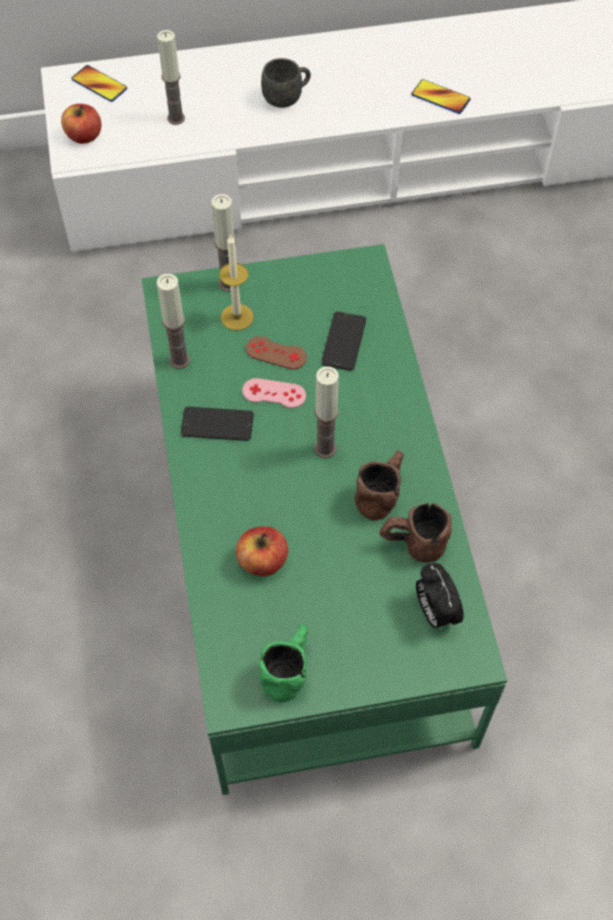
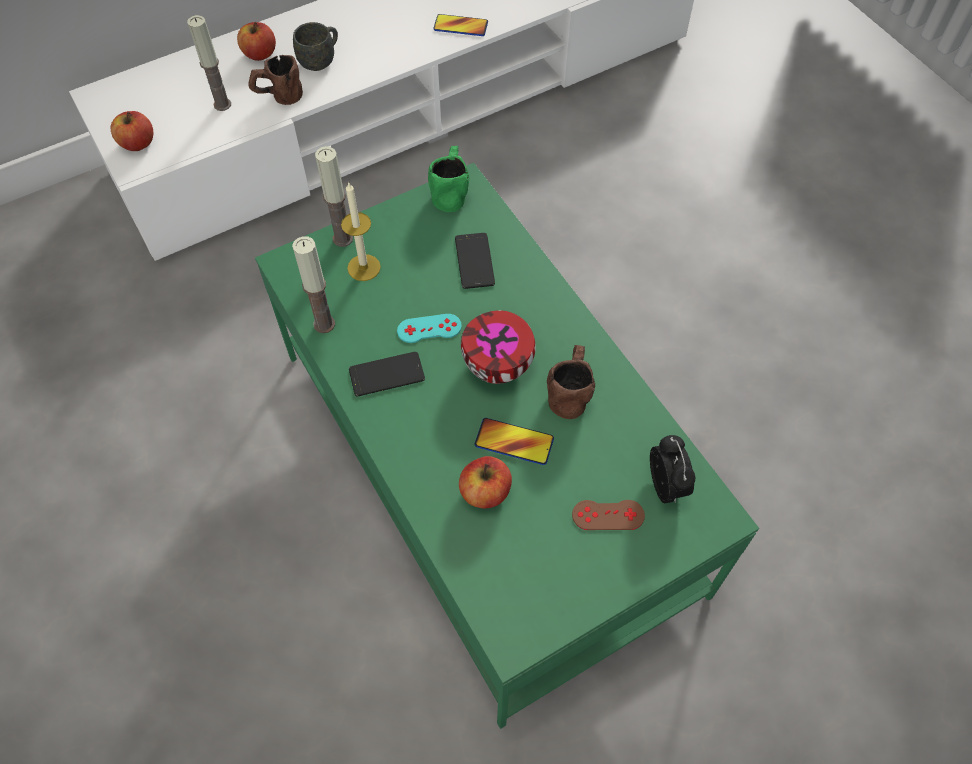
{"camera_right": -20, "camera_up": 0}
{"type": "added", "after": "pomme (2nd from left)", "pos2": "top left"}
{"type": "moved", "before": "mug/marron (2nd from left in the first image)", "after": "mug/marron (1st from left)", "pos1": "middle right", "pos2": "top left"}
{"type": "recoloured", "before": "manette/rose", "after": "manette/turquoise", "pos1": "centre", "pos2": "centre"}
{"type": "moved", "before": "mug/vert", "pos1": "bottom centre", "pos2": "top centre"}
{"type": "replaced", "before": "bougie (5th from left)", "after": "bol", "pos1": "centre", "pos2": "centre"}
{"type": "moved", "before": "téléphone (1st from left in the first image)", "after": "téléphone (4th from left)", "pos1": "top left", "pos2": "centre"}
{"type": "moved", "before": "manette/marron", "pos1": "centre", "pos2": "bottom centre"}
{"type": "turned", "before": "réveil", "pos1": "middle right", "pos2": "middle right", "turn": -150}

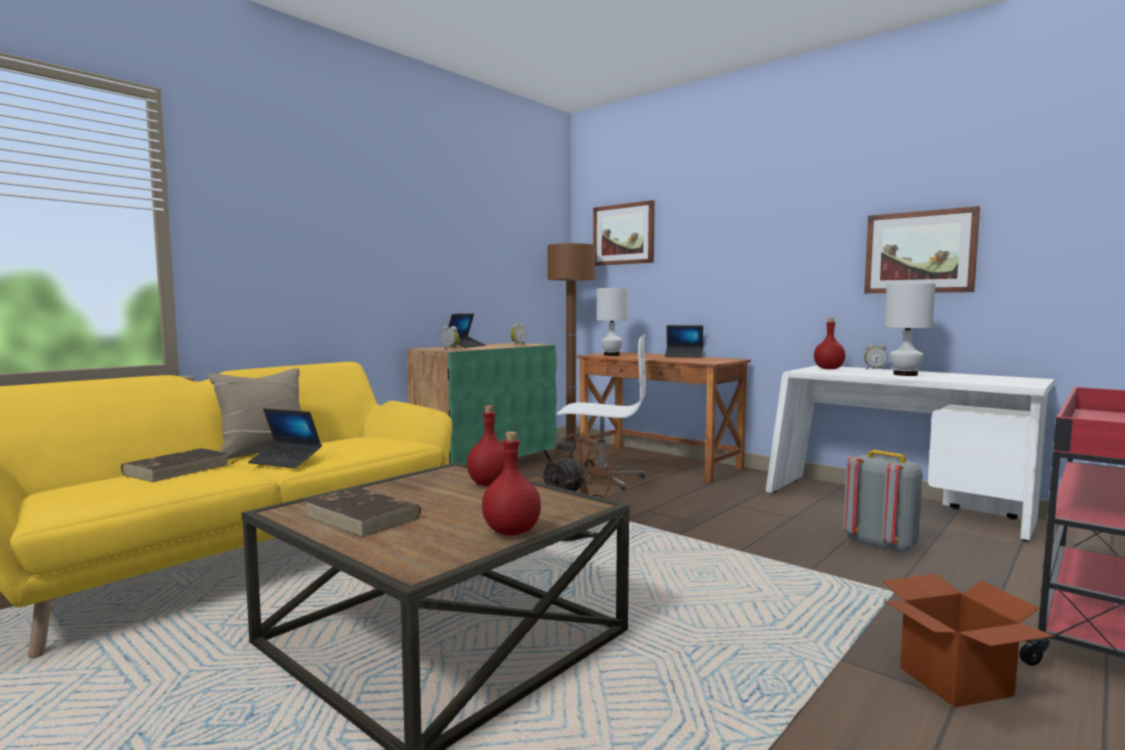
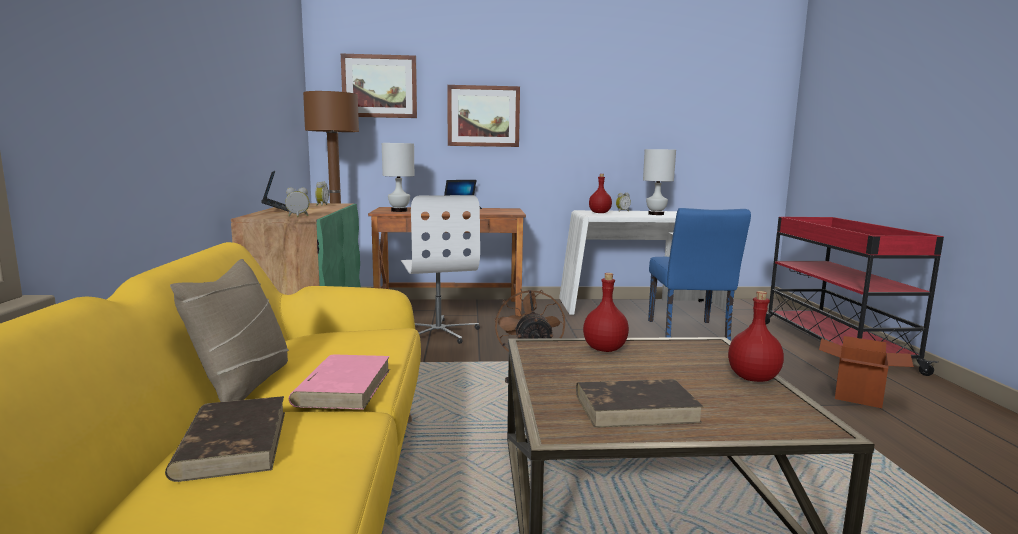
{"camera_right": -45, "camera_up": 5}
{"type": "replaced", "before": "ordinateur portable (1st from left)", "after": "livre/rose", "pos1": "middle left", "pos2": "bottom left"}
{"type": "turned", "before": "chaise de bureau/blanc", "pos1": "centre", "pos2": "centre", "turn": 105}
{"type": "moved", "before": "tableau (2nd from left)", "pos1": "middle right", "pos2": "top centre"}
{"type": "replaced", "before": "sac à dos/gris", "after": "chaise/bleu", "pos1": "bottom right", "pos2": "middle right"}

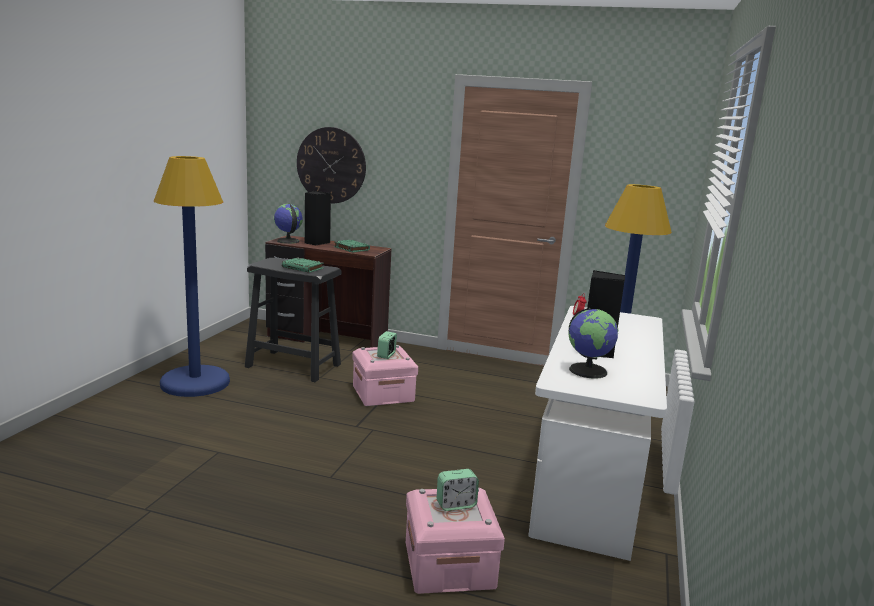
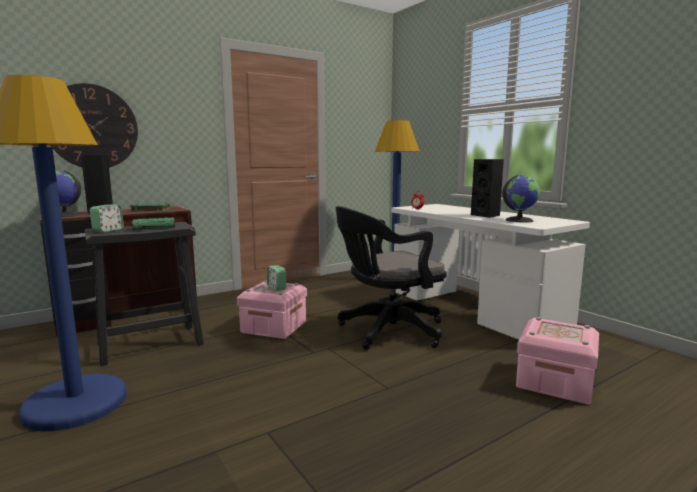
{"camera_right": -50, "camera_up": -5}
{"type": "moved", "before": "réveil (2nd from left in the first image)", "after": "réveil (1st from left)", "pos1": "bottom centre", "pos2": "middle left"}
{"type": "added", "after": "chaise de bureau/noir", "pos2": "centre"}

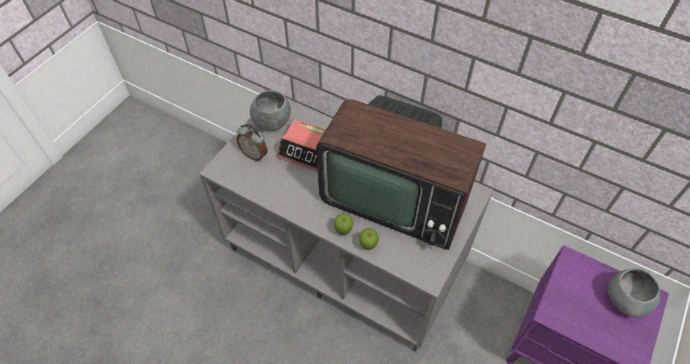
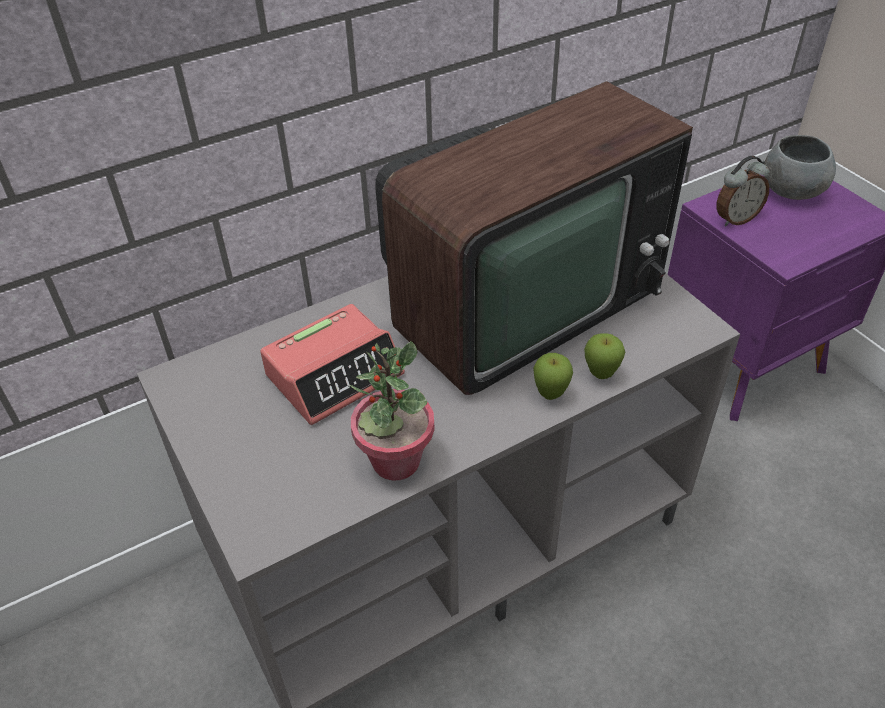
{"camera_right": -60, "camera_up": -10}
{"type": "added", "after": "plante en pot", "pos2": "centre"}
{"type": "moved", "before": "réveil (1st from left in the first image)", "after": "réveil (2nd from left)", "pos1": "centre", "pos2": "top right"}
{"type": "removed", "before": "bol/gris (1st from left)", "pos1": "top centre"}

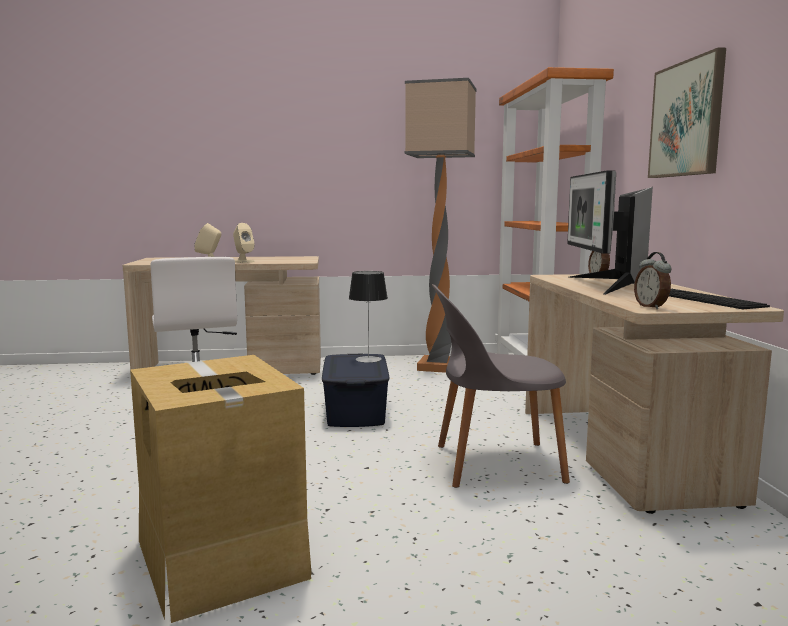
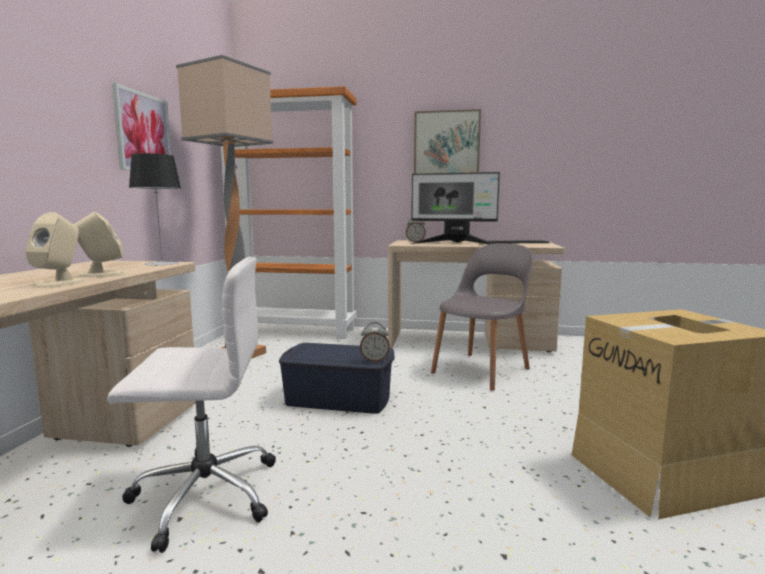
{"camera_right": -75, "camera_up": 0}
{"type": "added", "after": "tableau (1st from left)", "pos2": "top left"}
{"type": "moved", "before": "lampe de table", "pos1": "centre", "pos2": "middle left"}
{"type": "moved", "before": "réveil (2nd from left in the first image)", "after": "réveil (1st from left)", "pos1": "middle right", "pos2": "centre"}
{"type": "turned", "before": "chaise/gris", "pos1": "centre", "pos2": "centre", "turn": -150}

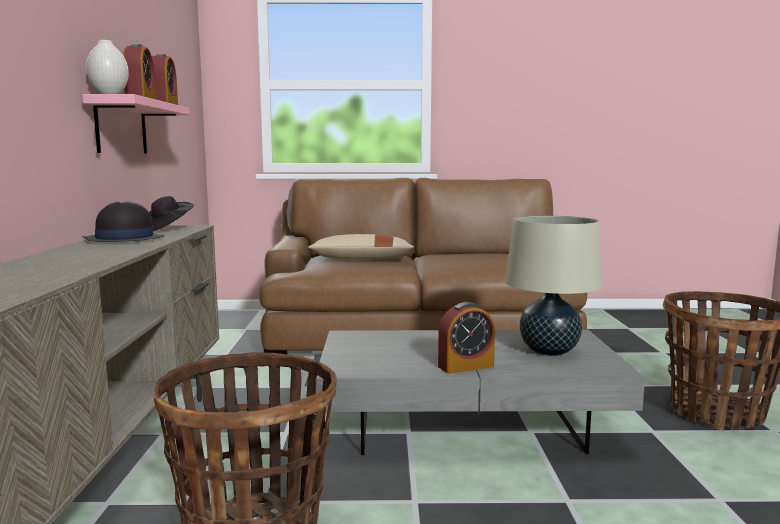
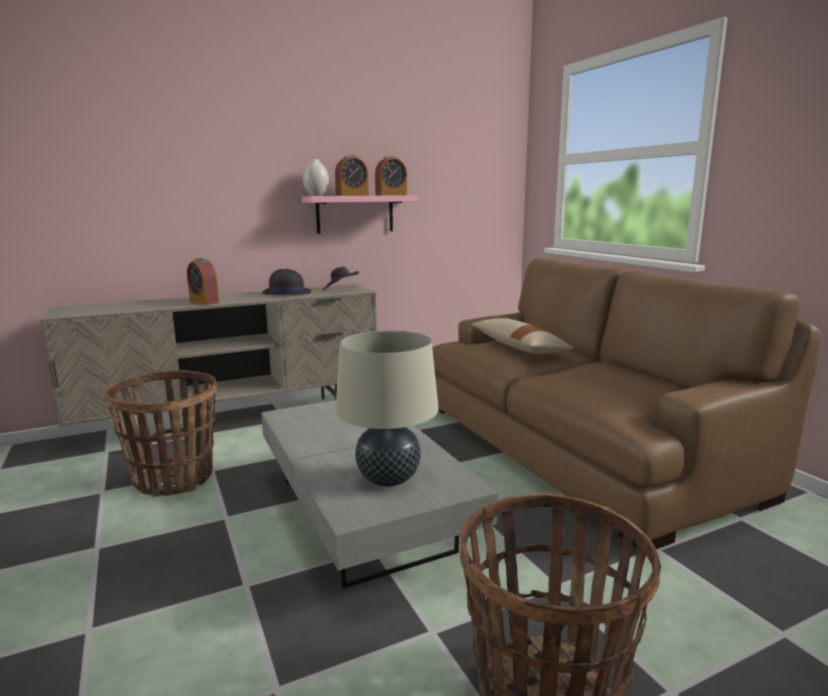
{"camera_right": 65, "camera_up": 5}
{"type": "moved", "before": "réveil (3rd from left in the first image)", "after": "réveil (1st from left)", "pos1": "centre", "pos2": "middle left"}

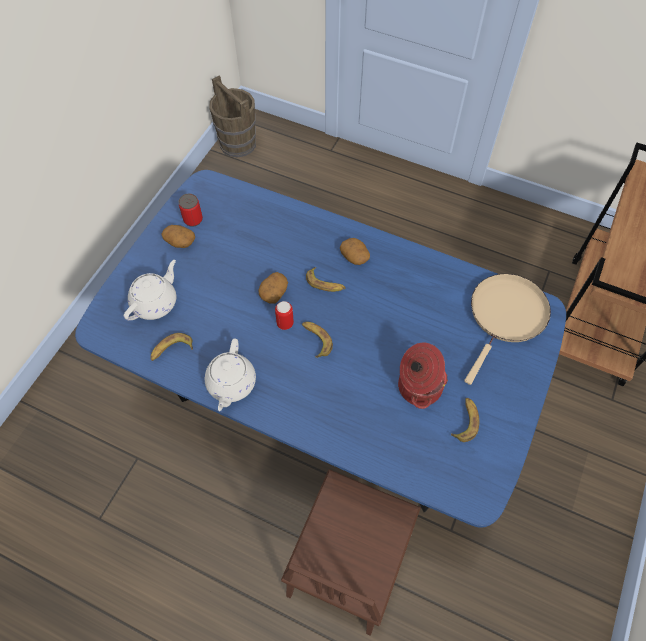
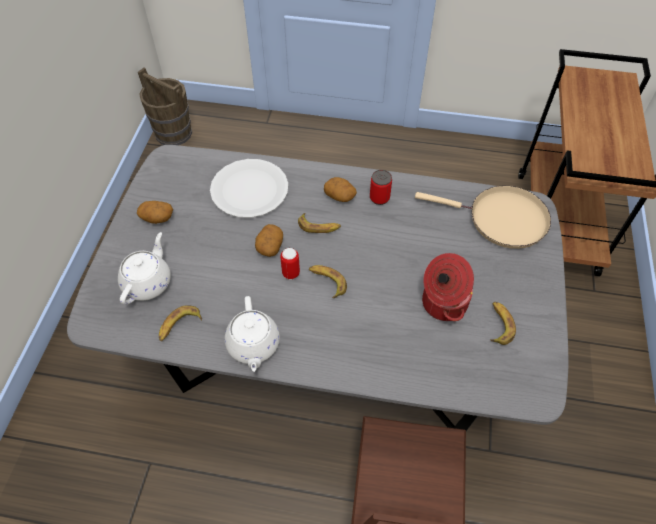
{"camera_right": -15, "camera_up": -5}
{"type": "recoloured", "before": "table à manger/bleu", "after": "table à manger/gris", "pos1": "centre", "pos2": "centre"}
{"type": "added", "after": "assiette/blanc", "pos2": "centre"}
{"type": "moved", "before": "boîte métallique (1st from left in the first image)", "after": "boîte métallique (2nd from left)", "pos1": "top left", "pos2": "centre"}
{"type": "turned", "before": "poêle/beige", "pos1": "middle right", "pos2": "middle right", "turn": 90}

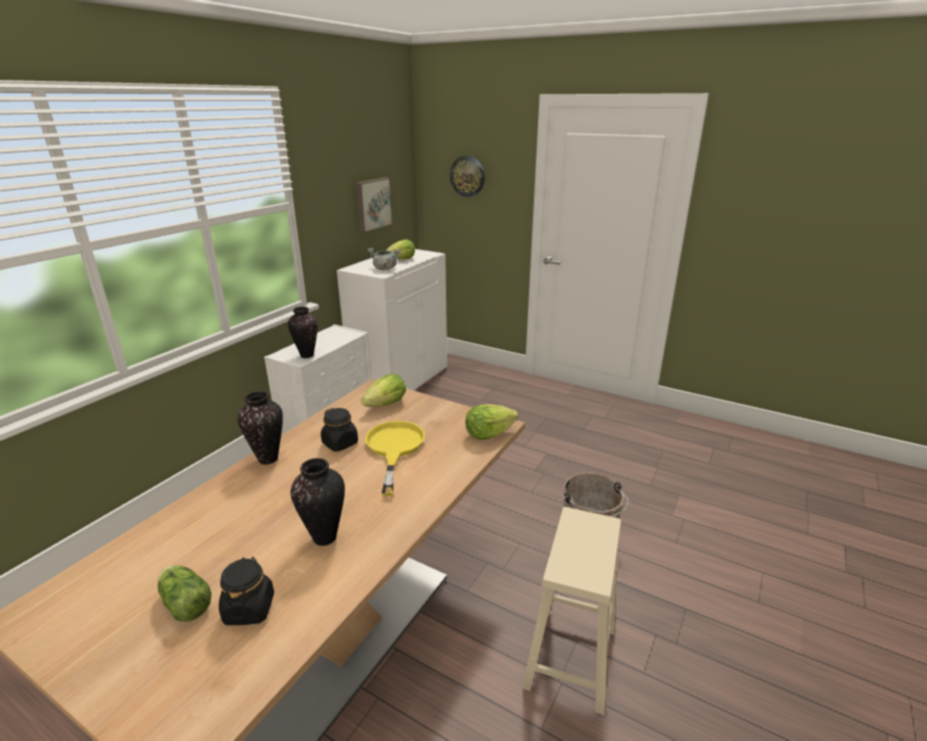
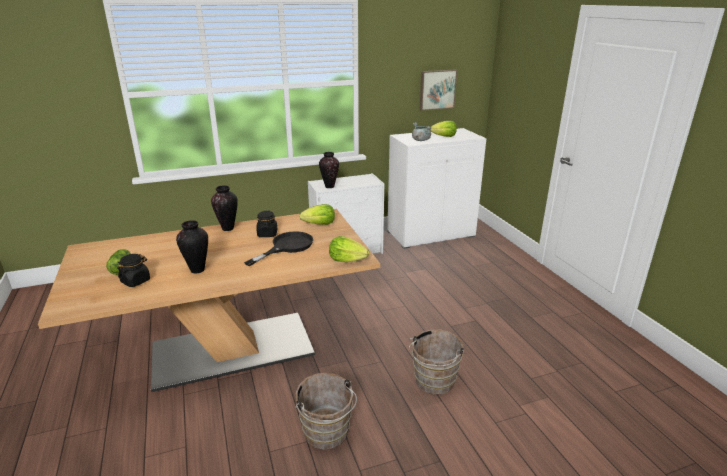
{"camera_right": 40, "camera_up": 0}
{"type": "recoloured", "before": "poêle/jaune", "after": "poêle/noir", "pos1": "centre", "pos2": "centre"}
{"type": "replaced", "before": "tabouret/beige", "after": "seau/marron (1st from left)", "pos1": "bottom centre", "pos2": "bottom centre"}
{"type": "removed", "before": "horloge murale", "pos1": "top centre"}

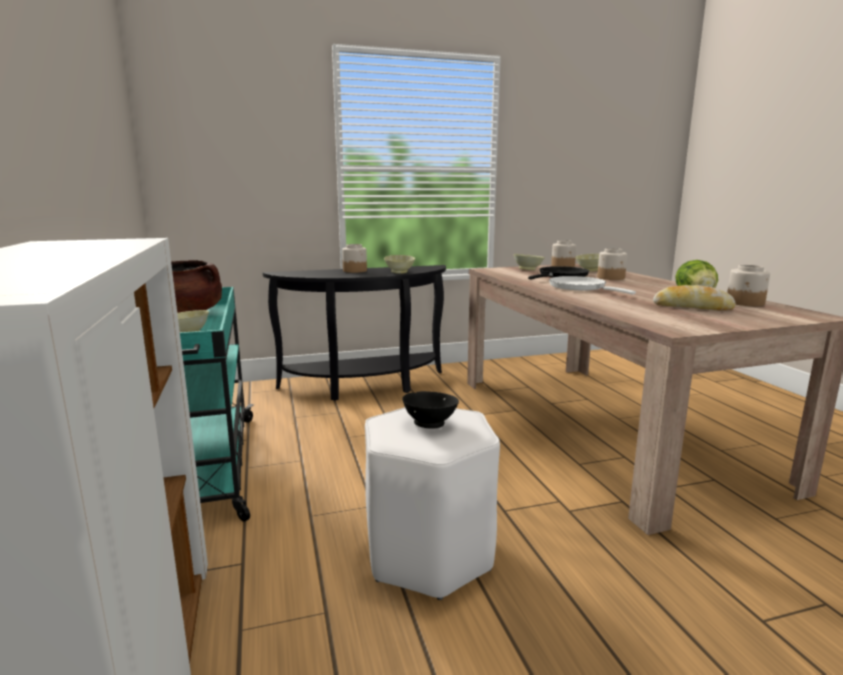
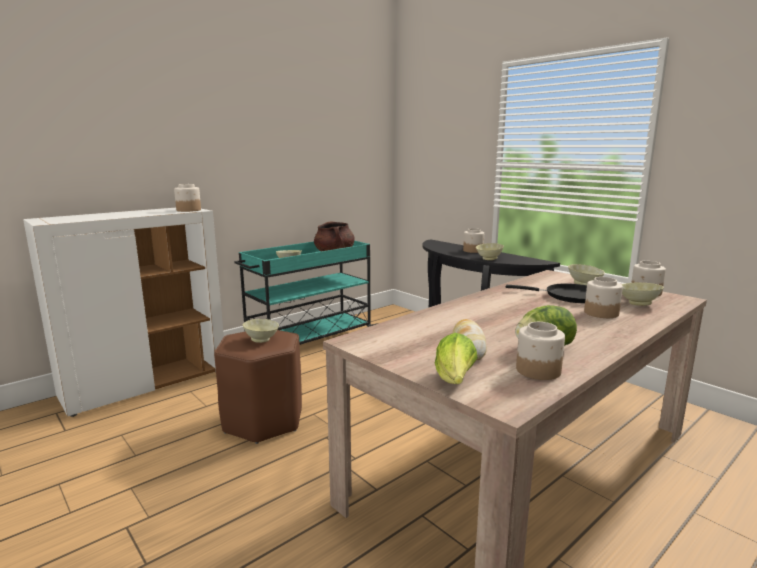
{"camera_right": 65, "camera_up": 0}
{"type": "added", "after": "bocal (1st from left)", "pos2": "middle left"}
{"type": "recoloured", "before": "tabouret/blanc", "after": "tabouret/marron", "pos1": "bottom centre", "pos2": "bottom centre"}
{"type": "recoloured", "before": "bol/noir", "after": "bol/beige (1st from left)", "pos1": "centre", "pos2": "centre"}
{"type": "added", "after": "laitue (1st from left)", "pos2": "centre"}
{"type": "removed", "before": "poêle/blanc", "pos1": "middle right"}

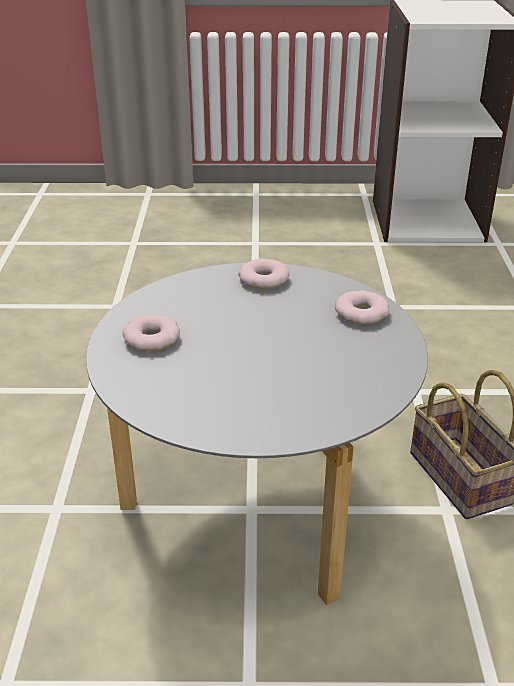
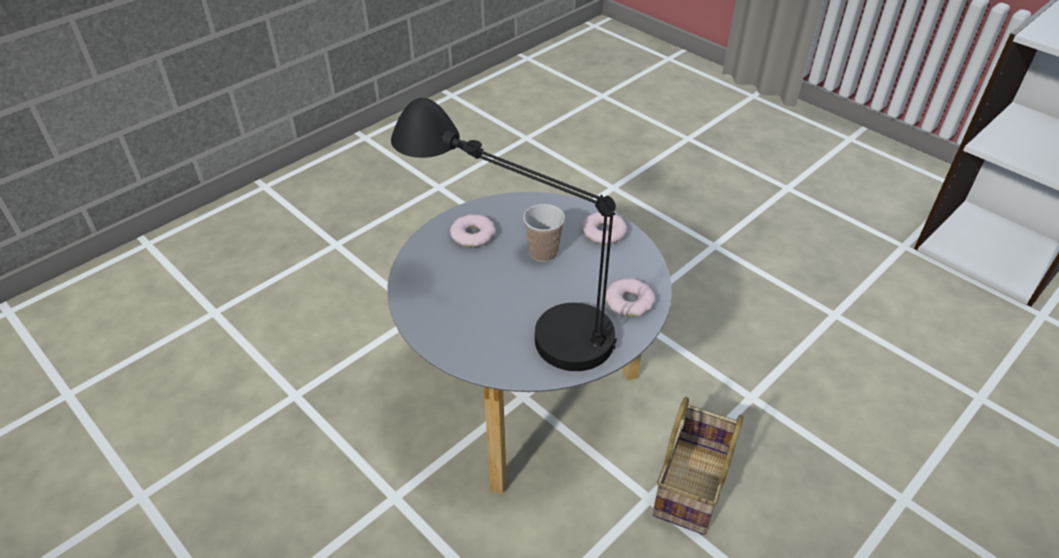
{"camera_right": 45, "camera_up": 10}
{"type": "added", "after": "lampe de table/noir", "pos2": "centre"}
{"type": "added", "after": "tasse", "pos2": "centre"}

